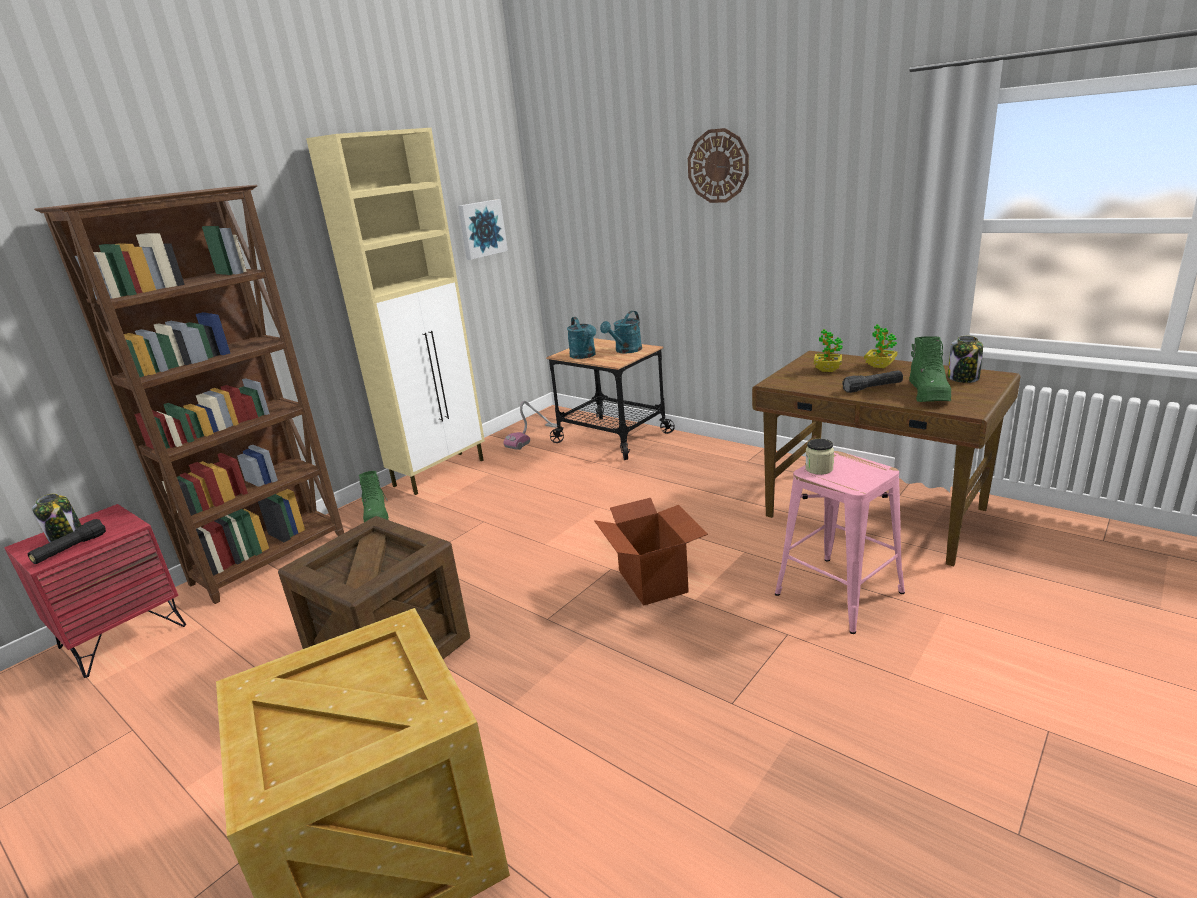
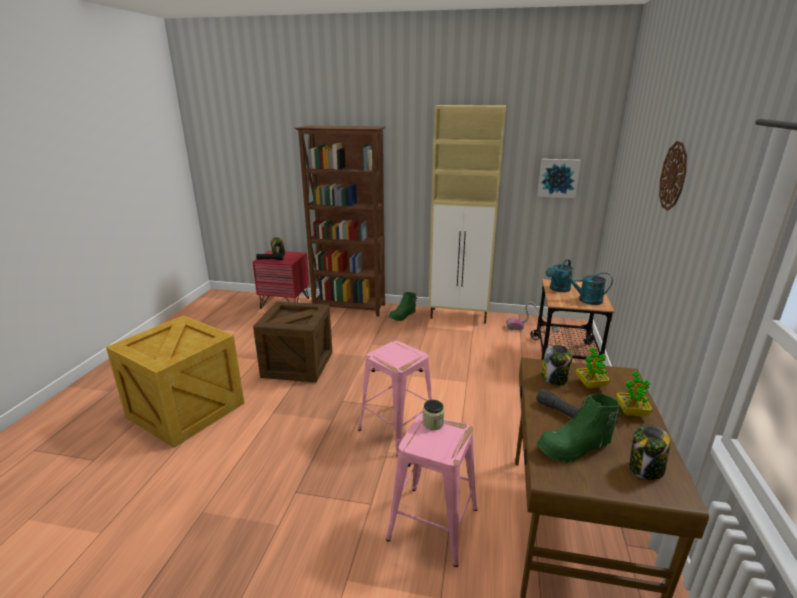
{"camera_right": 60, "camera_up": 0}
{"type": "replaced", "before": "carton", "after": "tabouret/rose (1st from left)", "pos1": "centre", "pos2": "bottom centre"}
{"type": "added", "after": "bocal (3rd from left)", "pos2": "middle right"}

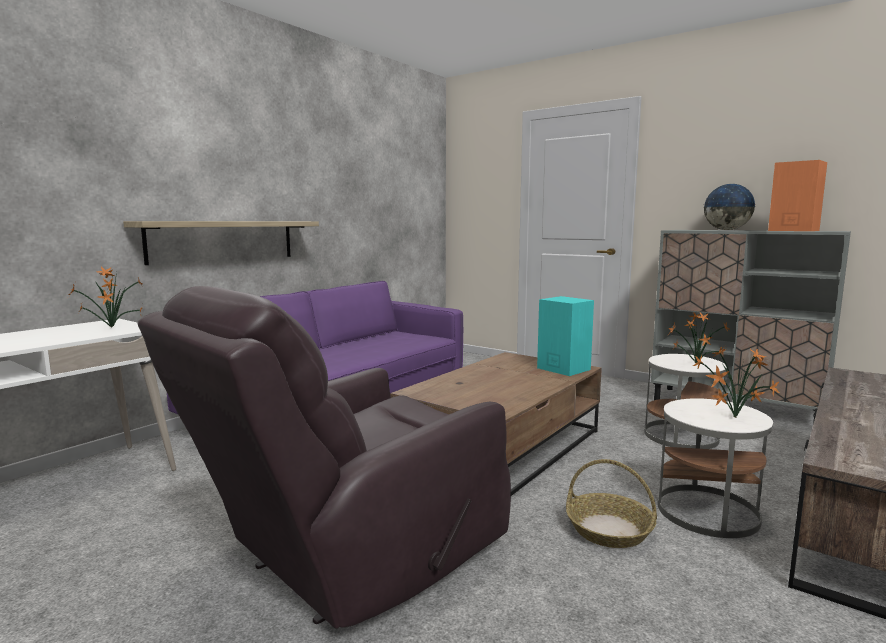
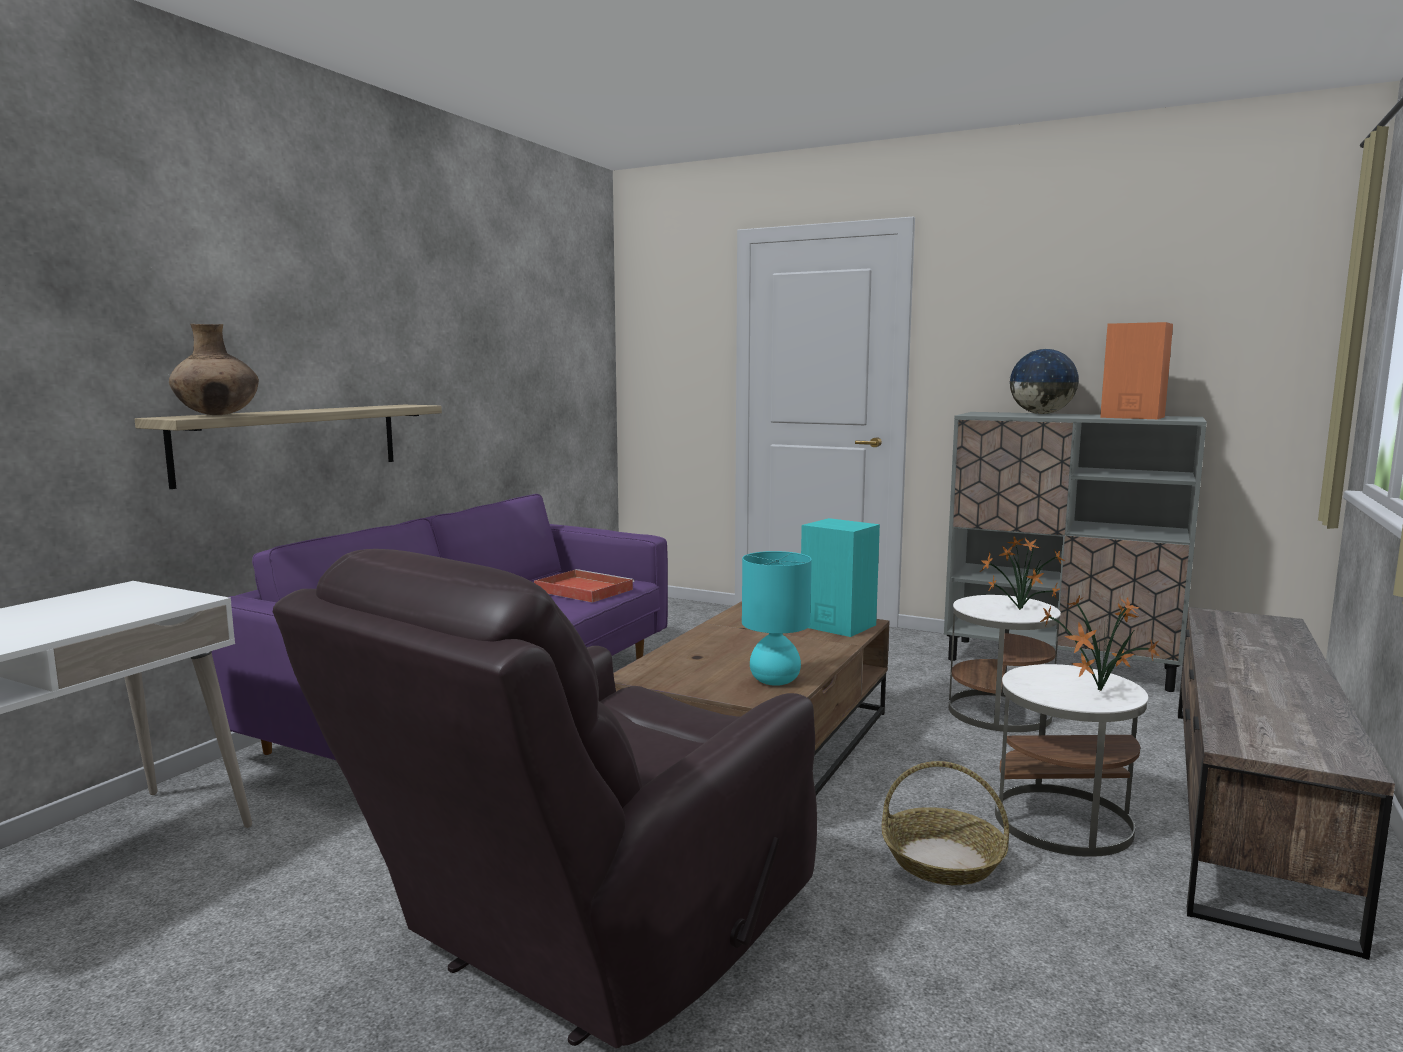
{"camera_right": -10, "camera_up": 0}
{"type": "added", "after": "vase/marron", "pos2": "middle left"}
{"type": "added", "after": "plateau/rouge", "pos2": "centre"}
{"type": "added", "after": "lampe de table/turquoise", "pos2": "centre"}
{"type": "removed", "before": "plante en pot (1st from left)", "pos1": "middle left"}

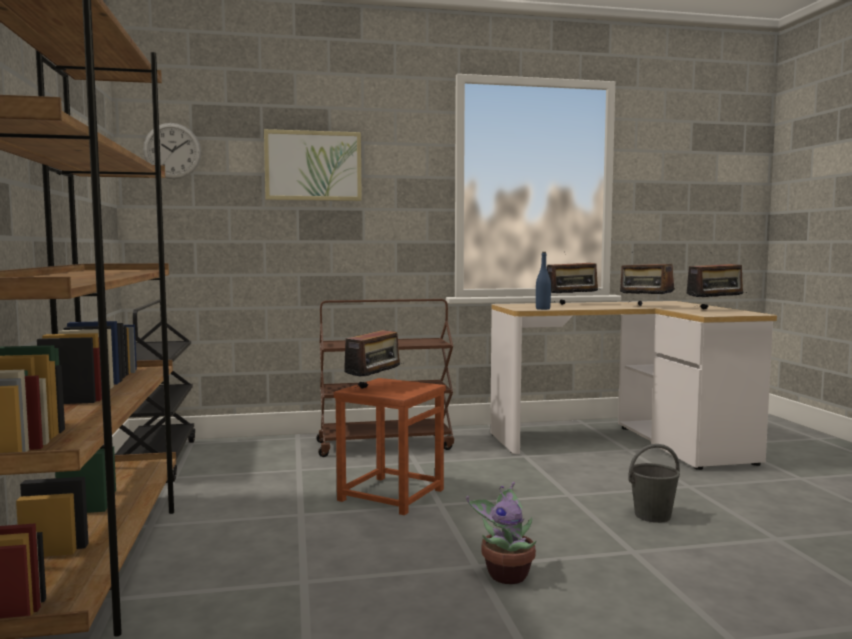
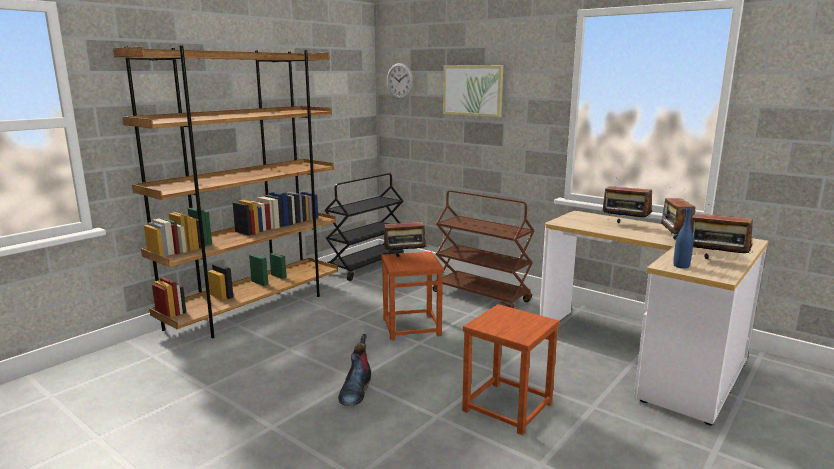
{"camera_right": 50, "camera_up": 10}
{"type": "replaced", "before": "plante en pot", "after": "botte", "pos1": "bottom centre", "pos2": "bottom centre"}
{"type": "replaced", "before": "seau/gris", "after": "tabouret/marron (2nd from left)", "pos1": "bottom right", "pos2": "bottom centre"}
{"type": "moved", "before": "bouteille/bleu", "pos1": "centre", "pos2": "middle right"}

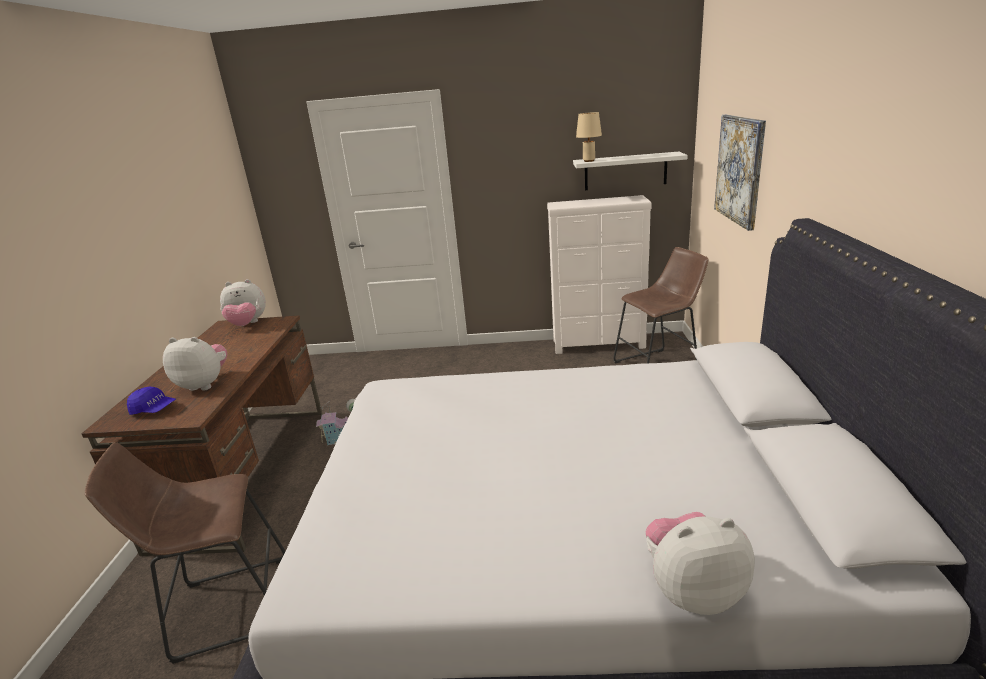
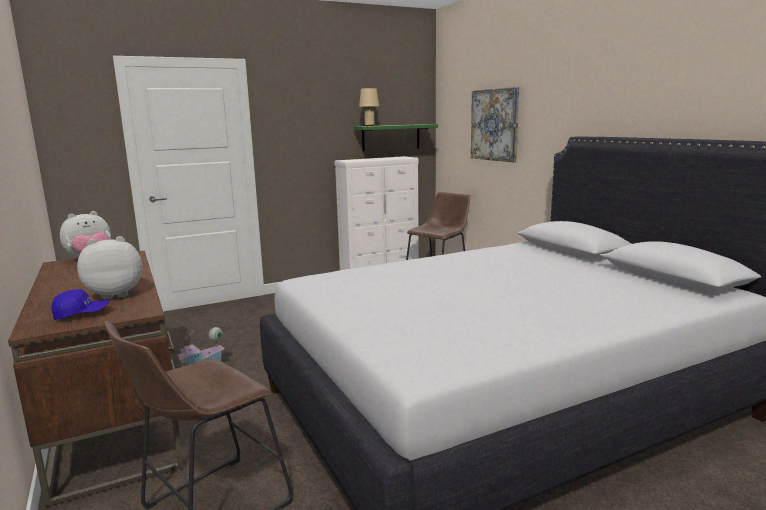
{"camera_right": -30, "camera_up": -10}
{"type": "recoloured", "before": "étagère/blanc", "after": "étagère/vert", "pos1": "top centre", "pos2": "top centre"}
{"type": "removed", "before": "peluche (3rd from left)", "pos1": "bottom right"}

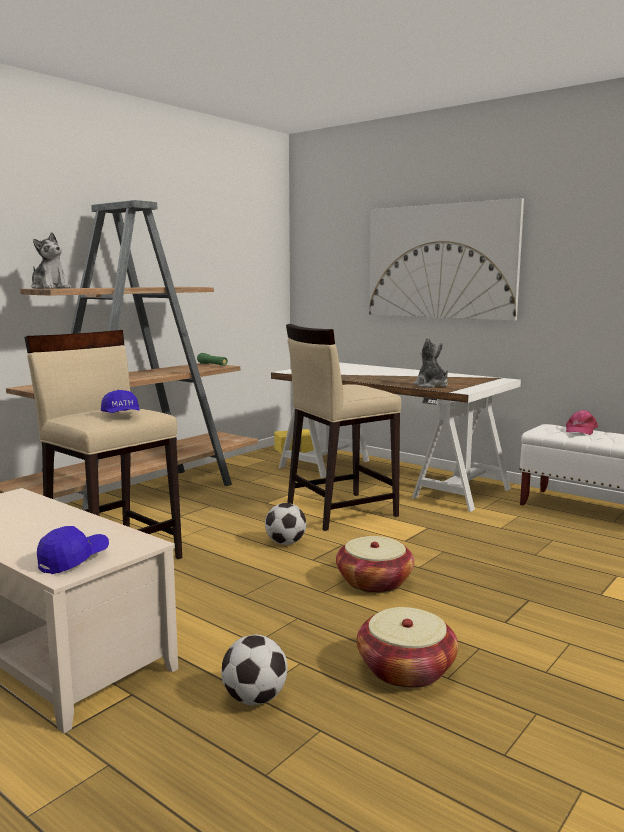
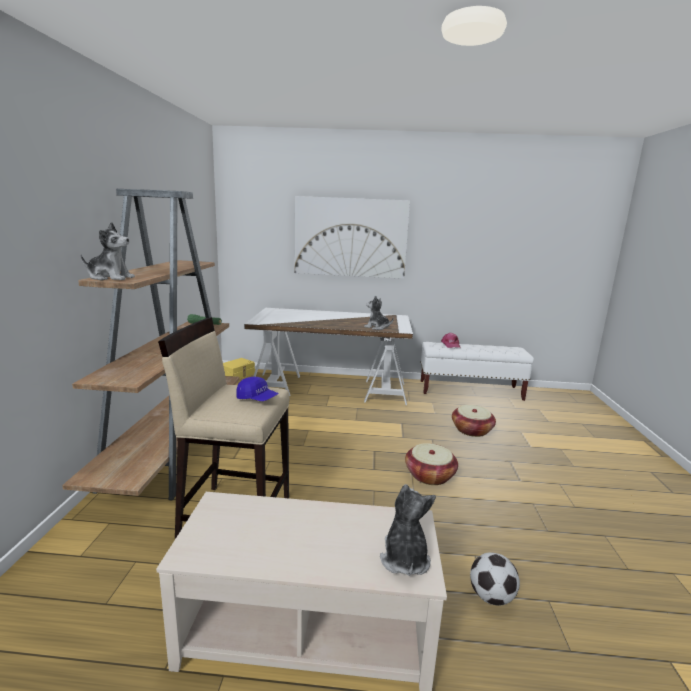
{"camera_right": -35, "camera_up": 5}
{"type": "replaced", "before": "casquette/bleu (1st from left)", "after": "peluche (3rd from left)", "pos1": "middle left", "pos2": "bottom centre"}
{"type": "moved", "before": "panier (2nd from left)", "pos1": "bottom centre", "pos2": "middle right"}
{"type": "removed", "before": "ballon de foot (2nd from left)", "pos1": "centre"}
{"type": "removed", "before": "tabouret/beige (2nd from left)", "pos1": "centre"}

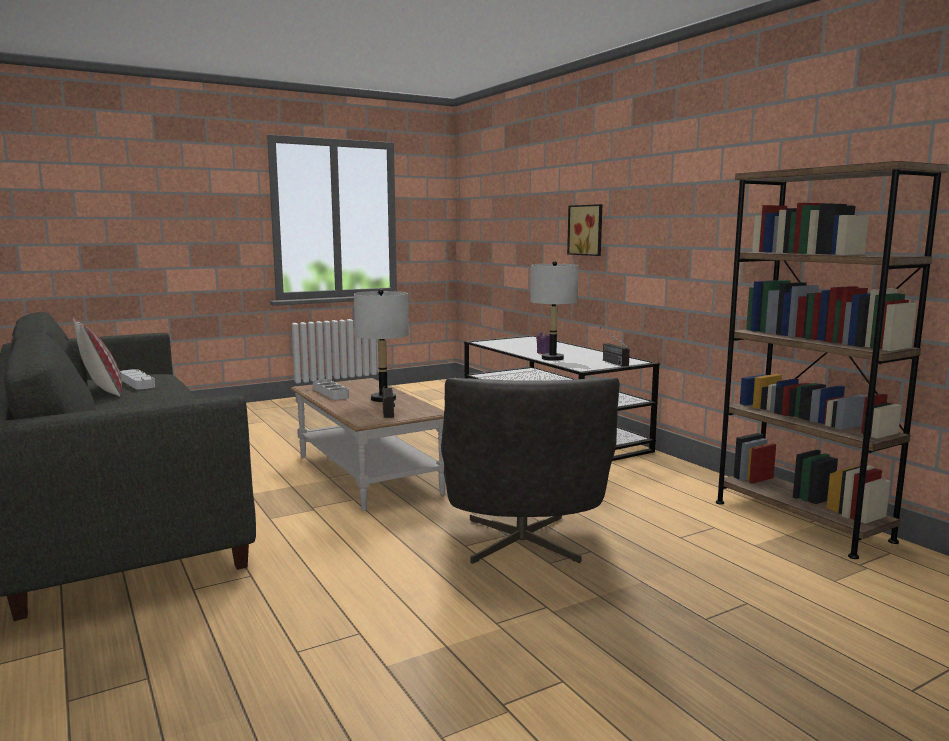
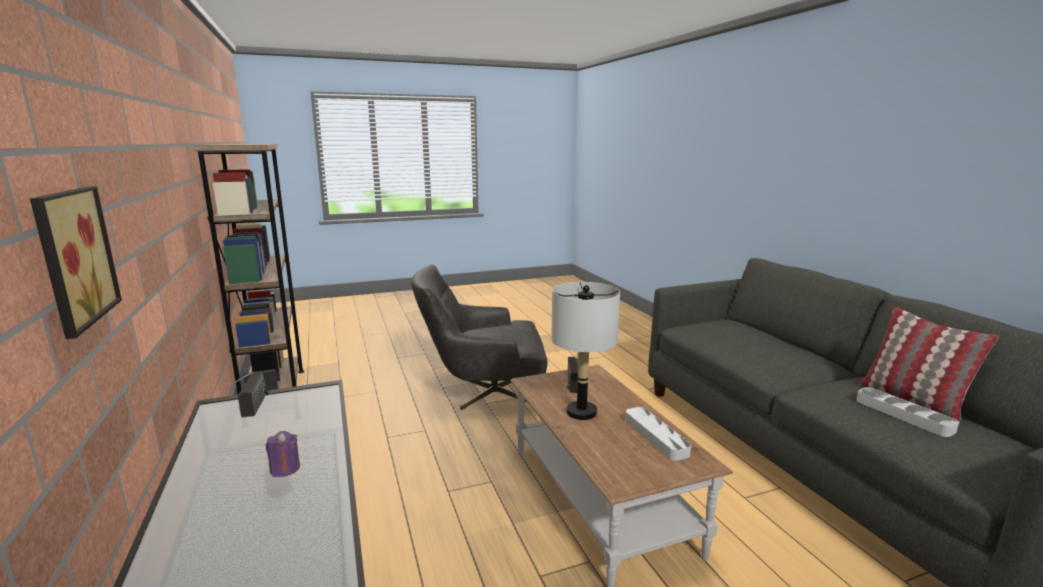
{"camera_right": -170, "camera_up": 5}
{"type": "turned", "before": "fauteuil/gris", "pos1": "centre", "pos2": "centre", "turn": -105}
{"type": "removed", "before": "lampe de table/gris (2nd from left)", "pos1": "centre"}

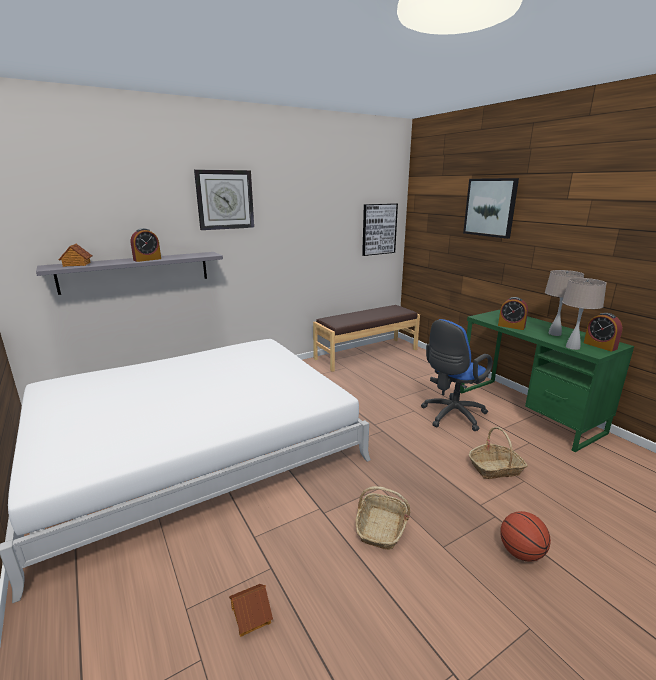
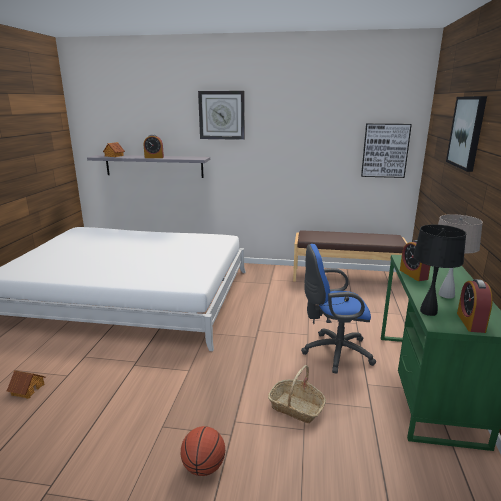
{"camera_right": 40, "camera_up": 0}
{"type": "recoloured", "before": "lampe de table/beige (2nd from left)", "after": "lampe de table/noir", "pos1": "middle right", "pos2": "middle right"}
{"type": "removed", "before": "panier (1st from left)", "pos1": "bottom centre"}

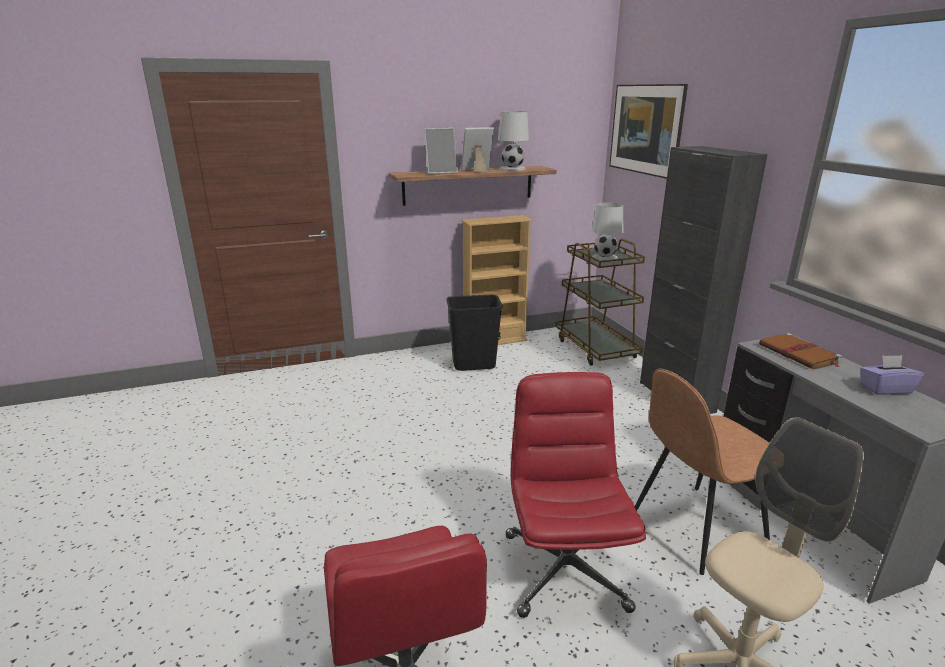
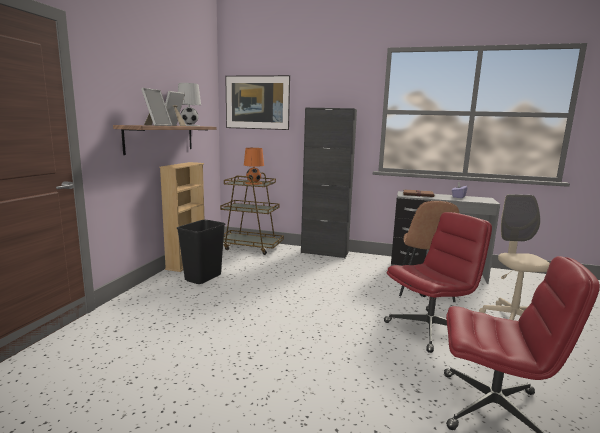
{"camera_right": -55, "camera_up": -10}
{"type": "recoloured", "before": "lampe de table/blanc (2nd from left)", "after": "lampe de table/orange", "pos1": "centre", "pos2": "centre"}
{"type": "turned", "before": "chaise de bureau/rouge (2nd from left in the first image)", "pos1": "bottom centre", "pos2": "middle right", "turn": 120}

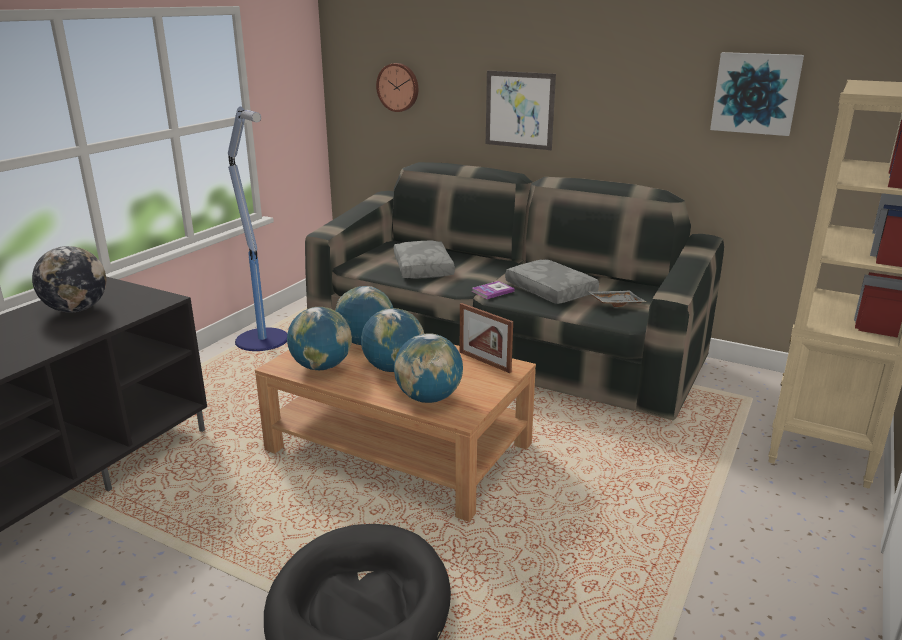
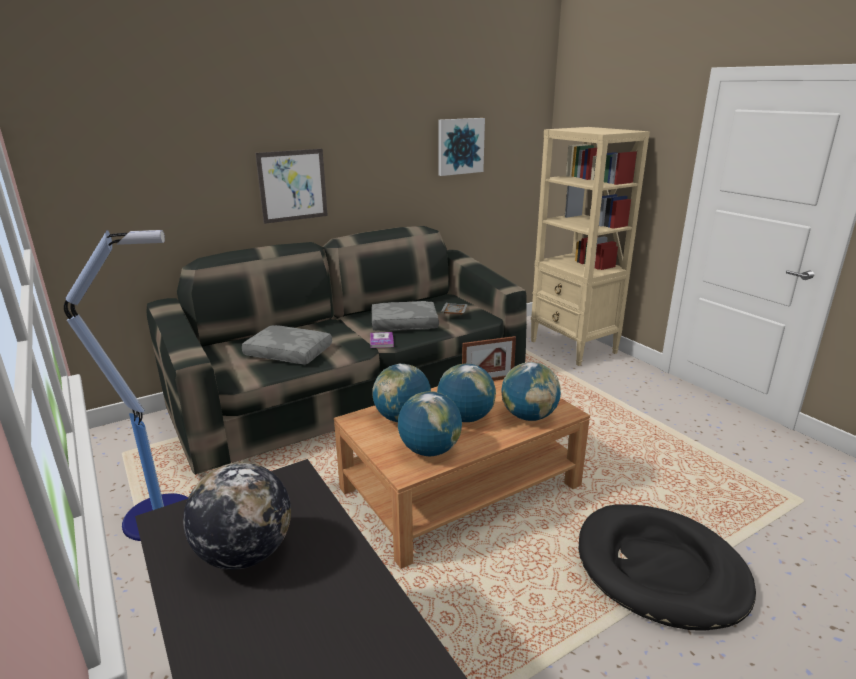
{"camera_right": -60, "camera_up": 0}
{"type": "removed", "before": "horloge murale", "pos1": "top centre"}

